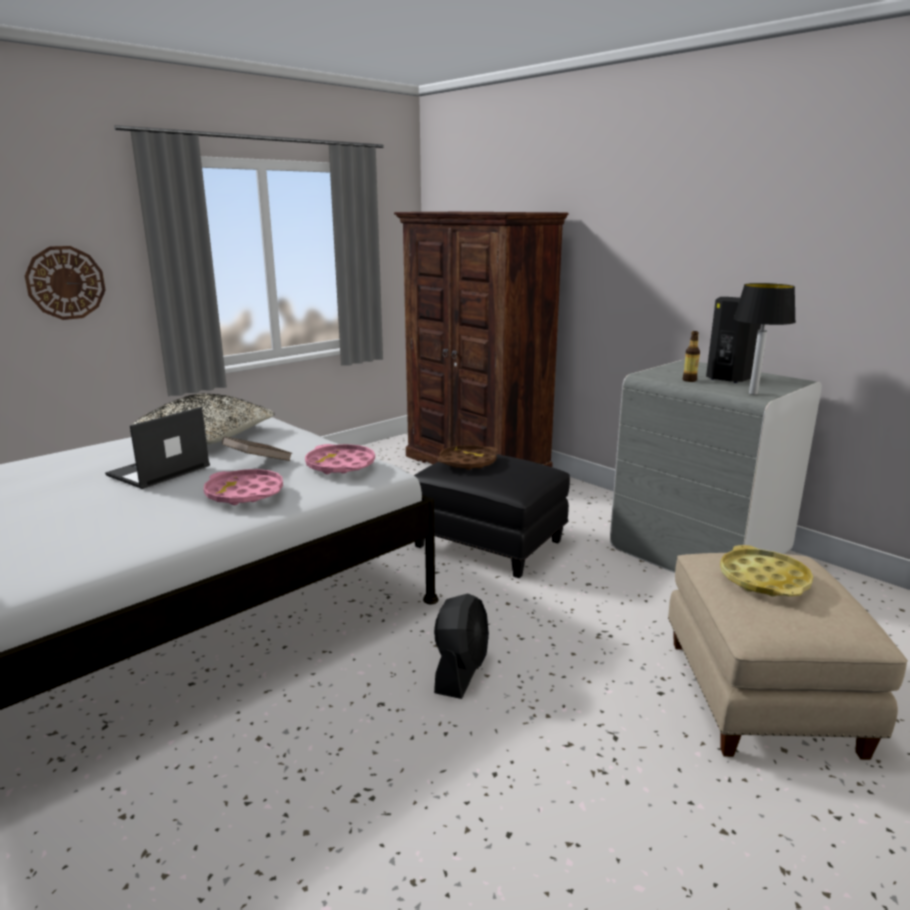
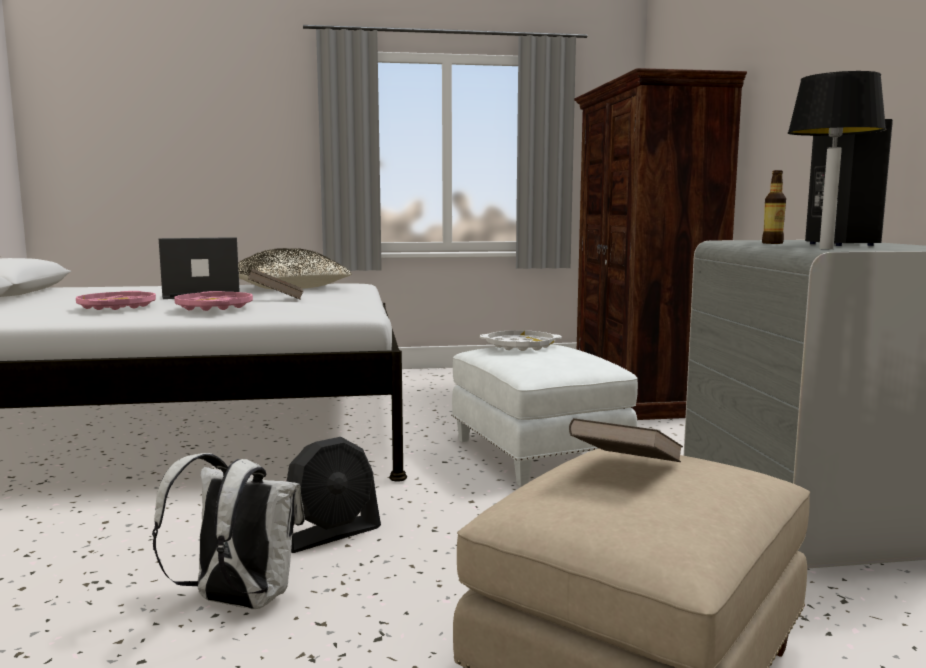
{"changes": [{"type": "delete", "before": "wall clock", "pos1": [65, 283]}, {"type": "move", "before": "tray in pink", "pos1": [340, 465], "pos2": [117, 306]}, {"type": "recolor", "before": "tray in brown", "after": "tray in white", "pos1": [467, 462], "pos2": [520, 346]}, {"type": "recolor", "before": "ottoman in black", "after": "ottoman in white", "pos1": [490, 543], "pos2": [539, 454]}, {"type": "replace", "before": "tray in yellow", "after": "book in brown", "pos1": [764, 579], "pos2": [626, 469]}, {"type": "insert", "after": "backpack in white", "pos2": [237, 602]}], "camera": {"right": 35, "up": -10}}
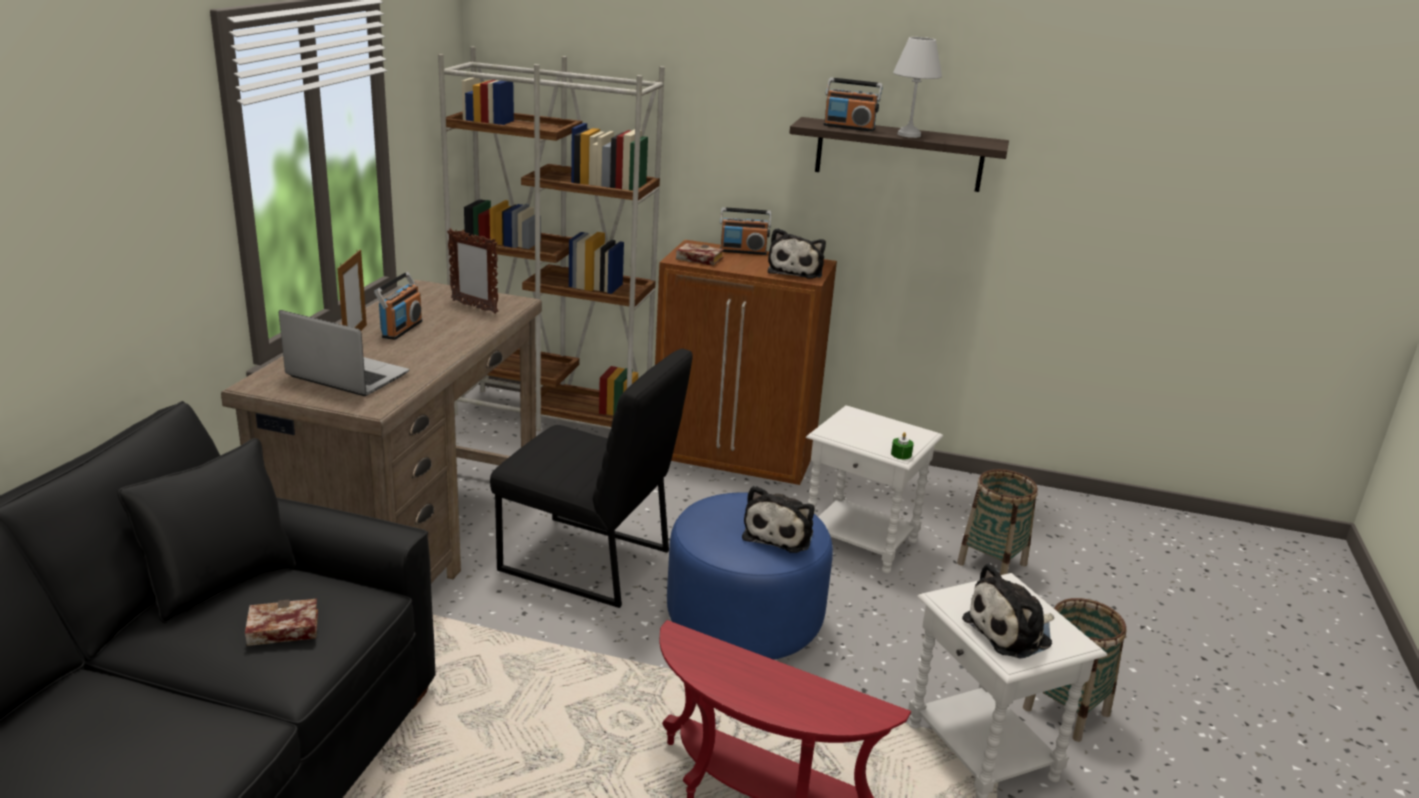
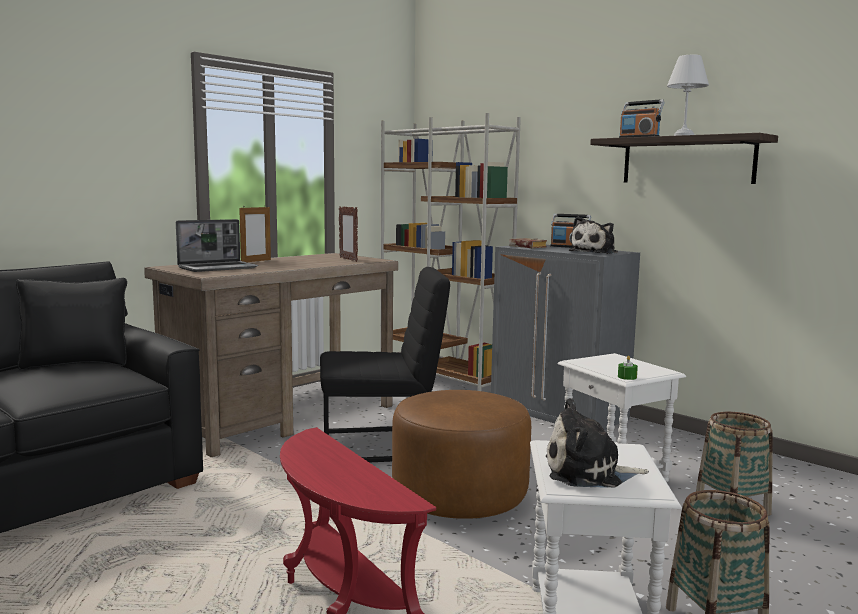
{"changes": [{"type": "recolor", "before": "cabinet in brown", "after": "cabinet in grey", "pos1": [735, 453], "pos2": [558, 412]}, {"type": "delete", "before": "radio", "pos1": [401, 329]}, {"type": "rotate", "before": "laptop", "pos1": [345, 376], "pos2": [218, 268], "turn": 90}, {"type": "rotate", "before": "chair in black", "pos1": [589, 562], "pos2": [381, 445], "turn": -60}, {"type": "delete", "before": "plush toy", "pos1": [780, 534]}, {"type": "recolor", "before": "ottoman in blue", "after": "ottoman in brown", "pos1": [744, 620], "pos2": [460, 495]}, {"type": "delete", "before": "book", "pos1": [280, 630]}], "camera": {"right": 30, "up": -15}}
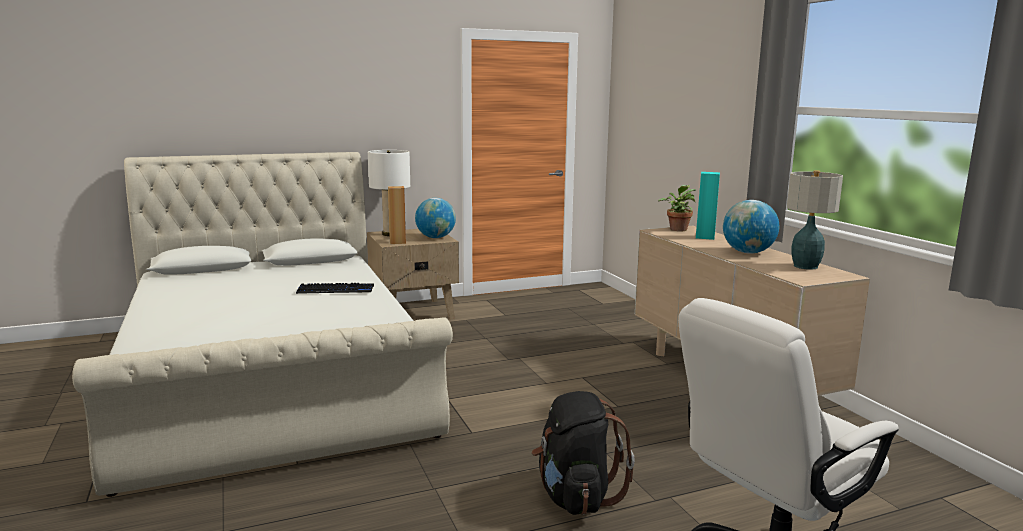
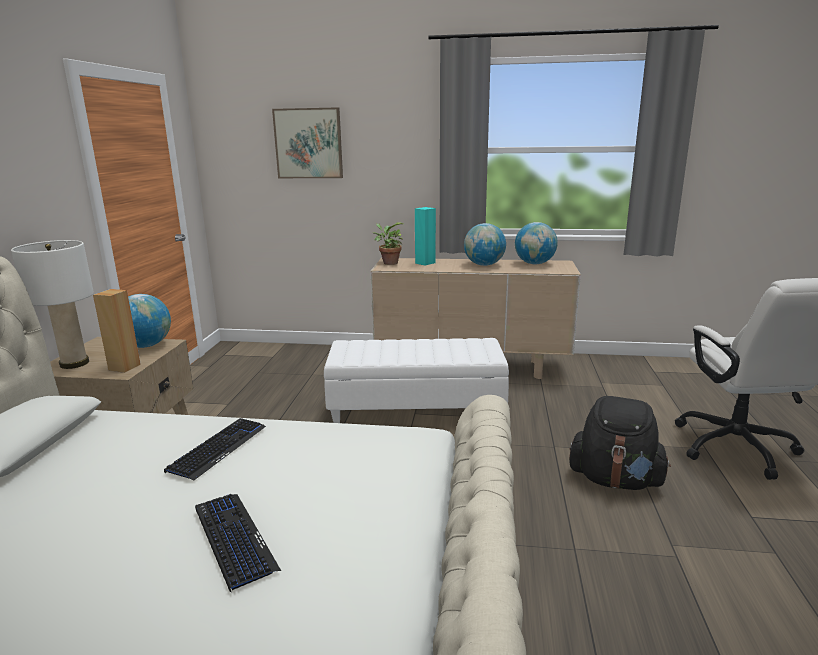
{"changes": [{"type": "replace", "before": "table lamp", "after": "globe", "pos1": [805, 266], "pos2": [534, 263]}, {"type": "insert", "after": "picture", "pos2": [308, 143]}, {"type": "insert", "after": "ottoman in white", "pos2": [416, 414]}, {"type": "insert", "after": "keyboard", "pos2": [234, 539]}], "camera": {"right": -60, "up": 5}}
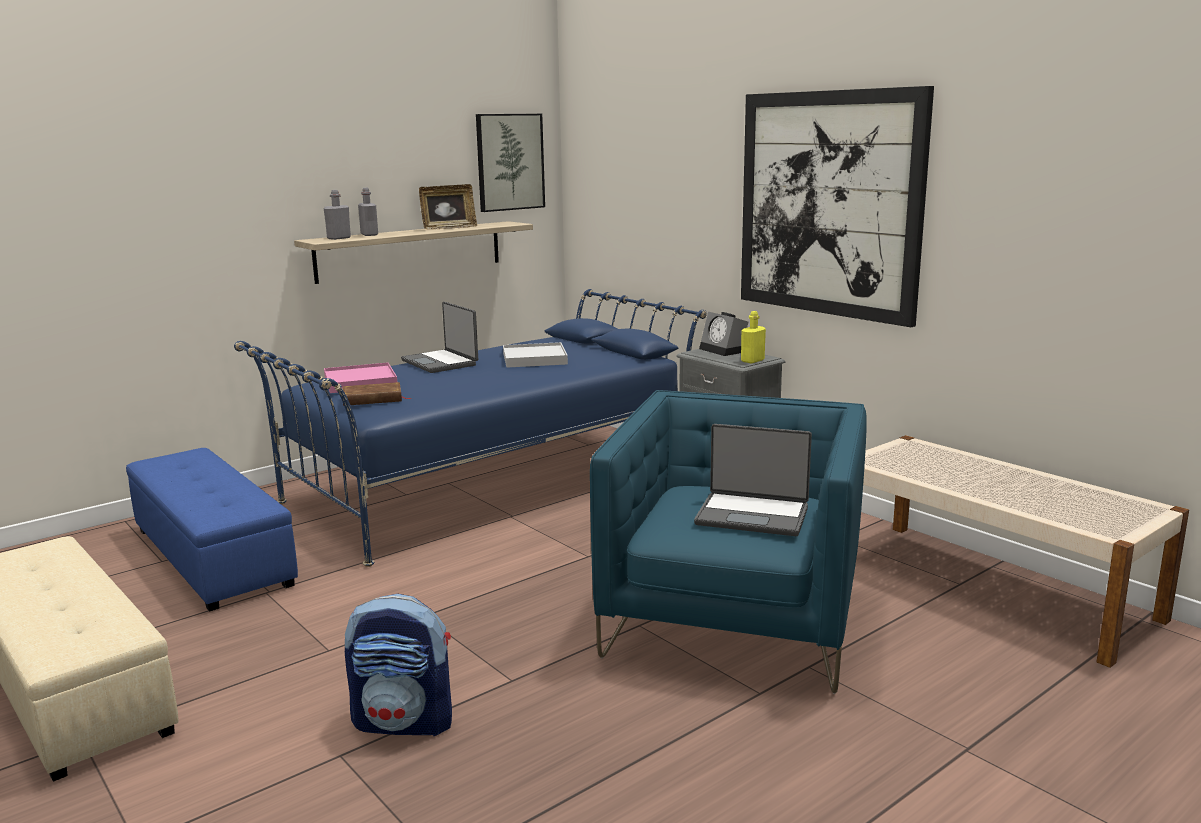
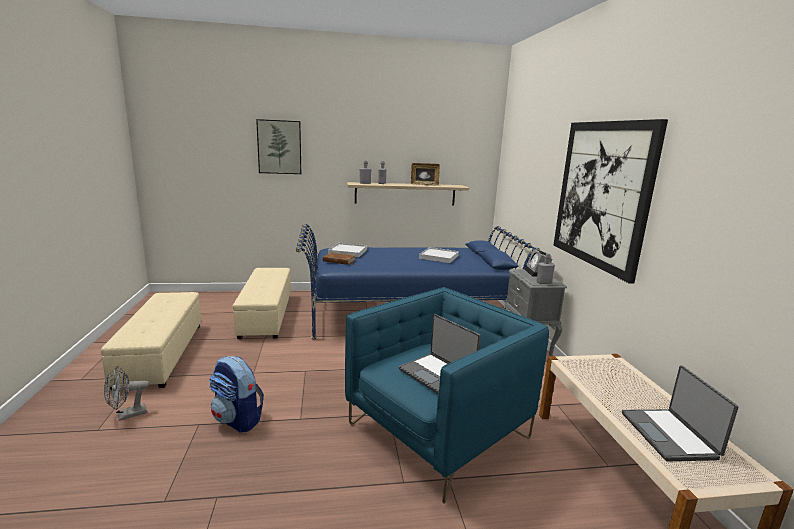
{"changes": [{"type": "move", "before": "picture", "pos1": [509, 162], "pos2": [279, 147]}, {"type": "move", "before": "laptop", "pos1": [441, 362], "pos2": [669, 435]}, {"type": "recolor", "before": "bottle in yellow", "after": "bottle in grey", "pos1": [752, 360], "pos2": [544, 282]}, {"type": "recolor", "before": "tray in pink", "after": "tray in white", "pos1": [360, 382], "pos2": [348, 252]}, {"type": "recolor", "before": "ottoman in blue", "after": "ottoman in beige", "pos1": [211, 557], "pos2": [265, 315]}, {"type": "insert", "after": "fan in grey", "pos2": [127, 415]}], "camera": {"right": 30, "up": 0}}
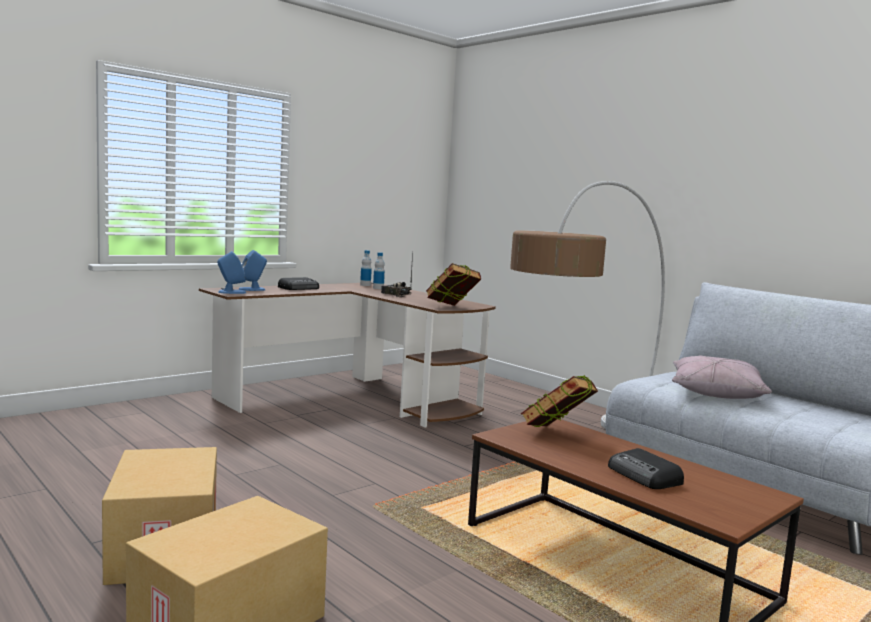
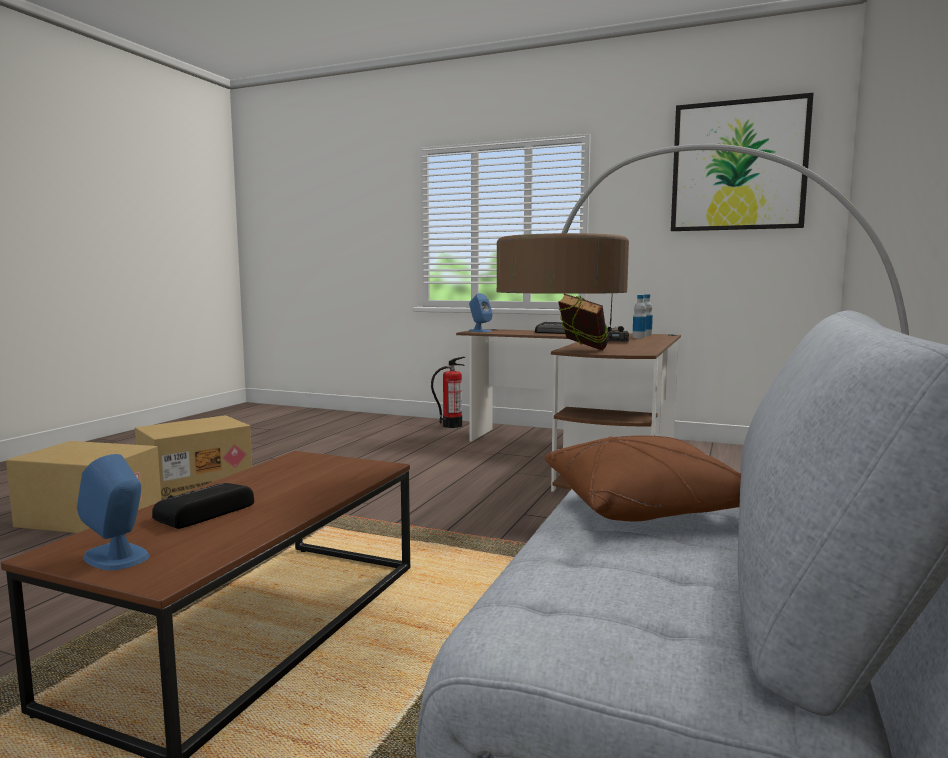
{"changes": [{"type": "move", "before": "speaker in blue", "pos1": [252, 289], "pos2": [116, 557]}, {"type": "recolor", "before": "pillow in purple", "after": "pillow in brown", "pos1": [715, 392], "pos2": [646, 507]}, {"type": "delete", "before": "book", "pos1": [556, 434]}, {"type": "insert", "after": "picture", "pos2": [738, 166]}, {"type": "insert", "after": "fire extinguisher", "pos2": [452, 425]}], "camera": {"right": 65, "up": 0}}
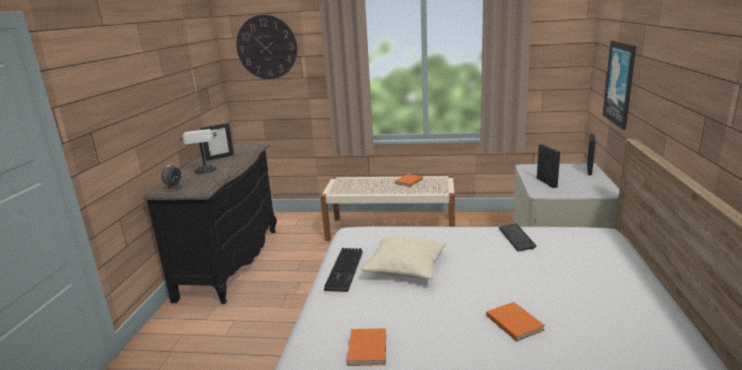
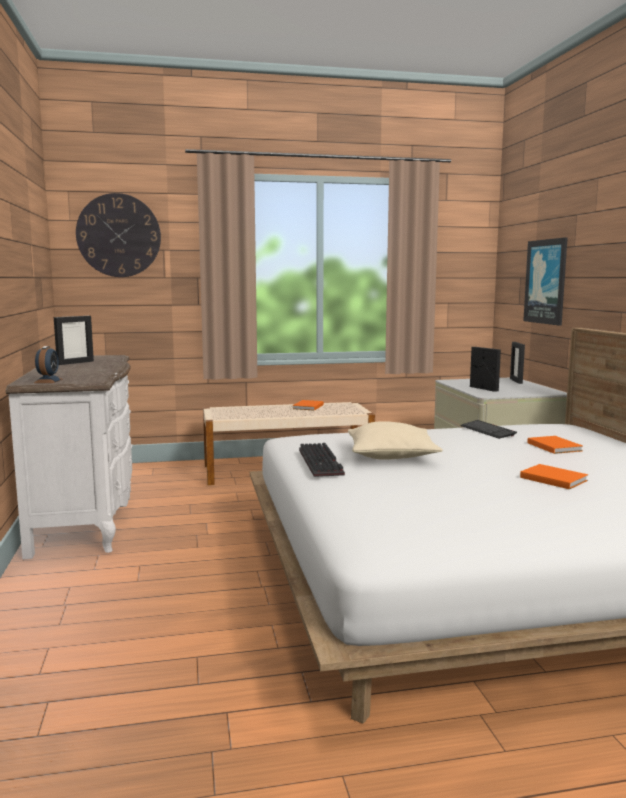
{"changes": [{"type": "delete", "before": "table lamp", "pos1": [206, 171]}, {"type": "recolor", "before": "dresser in black", "after": "dresser in white", "pos1": [233, 262], "pos2": [89, 513]}, {"type": "move", "before": "book in orange", "pos1": [368, 347], "pos2": [554, 446]}], "camera": {"right": -20, "up": -10}}
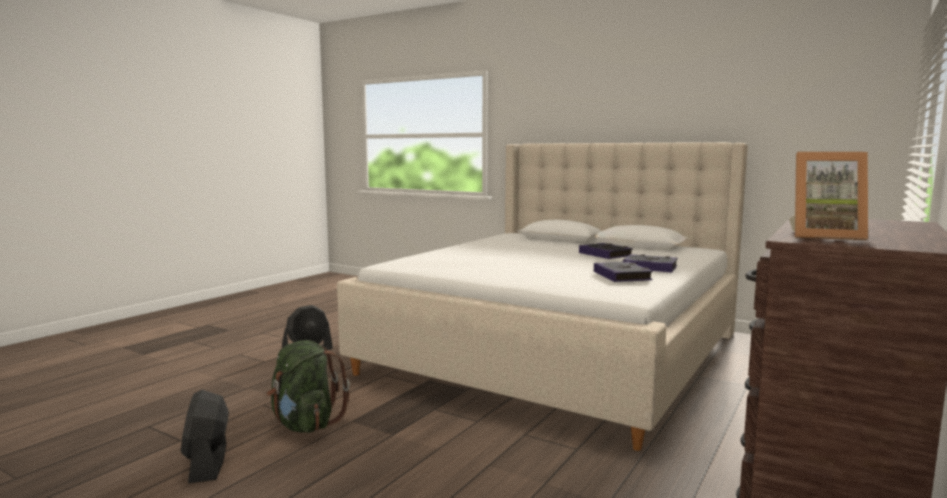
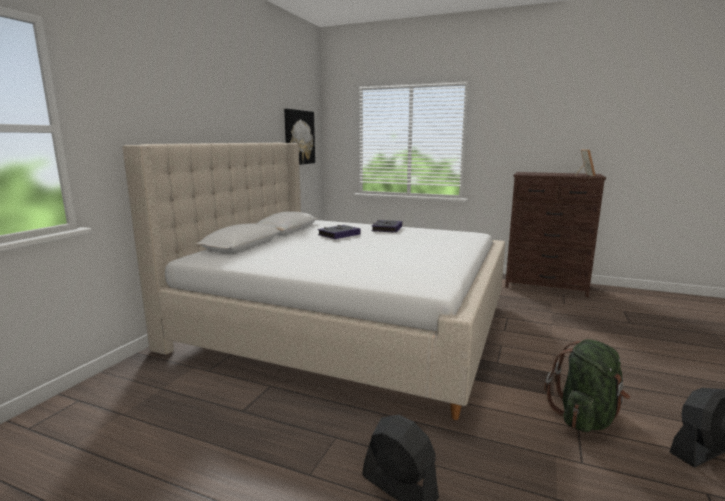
{"changes": [{"type": "delete", "before": "book", "pos1": [622, 276]}, {"type": "insert", "after": "picture", "pos2": [299, 137]}], "camera": {"right": -100, "up": 5}}
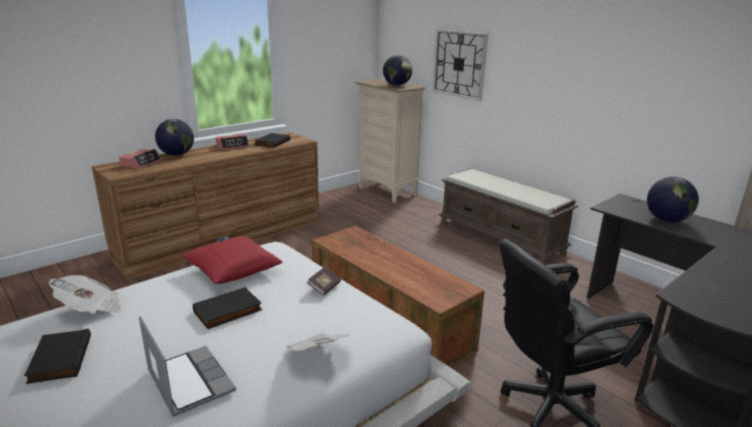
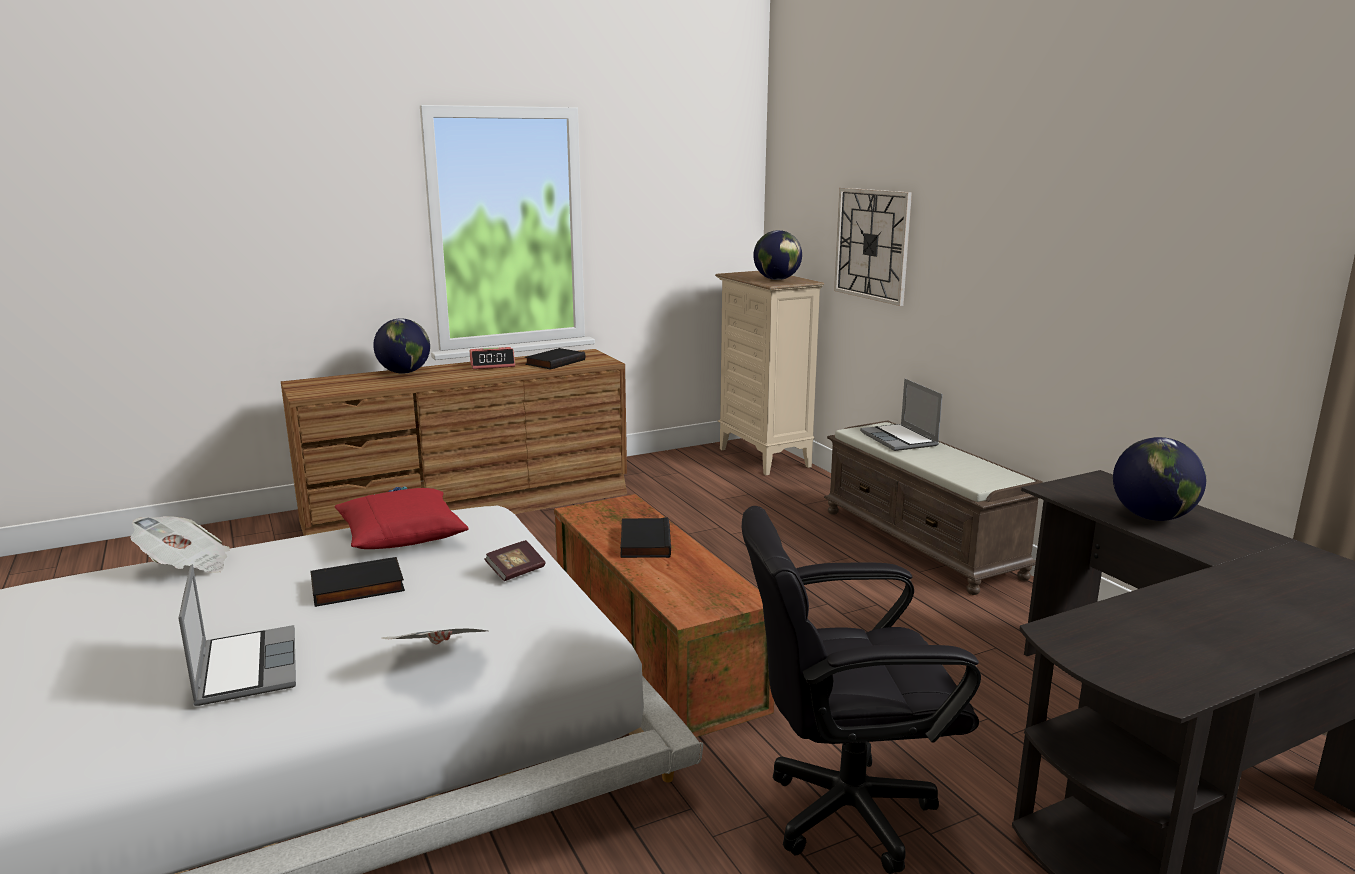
{"changes": [{"type": "delete", "before": "alarm clock", "pos1": [141, 163]}, {"type": "move", "before": "book in black", "pos1": [59, 359], "pos2": [643, 542]}, {"type": "insert", "after": "laptop", "pos2": [900, 439]}], "camera": {"right": 15, "up": -5}}
